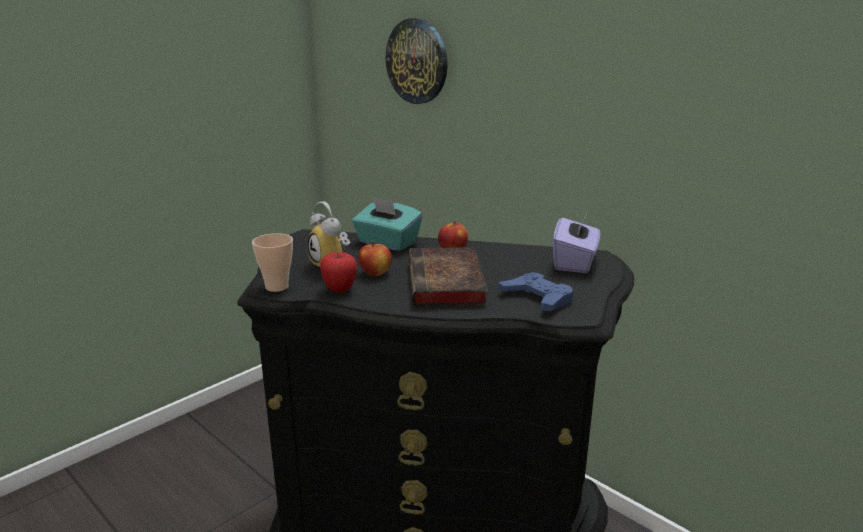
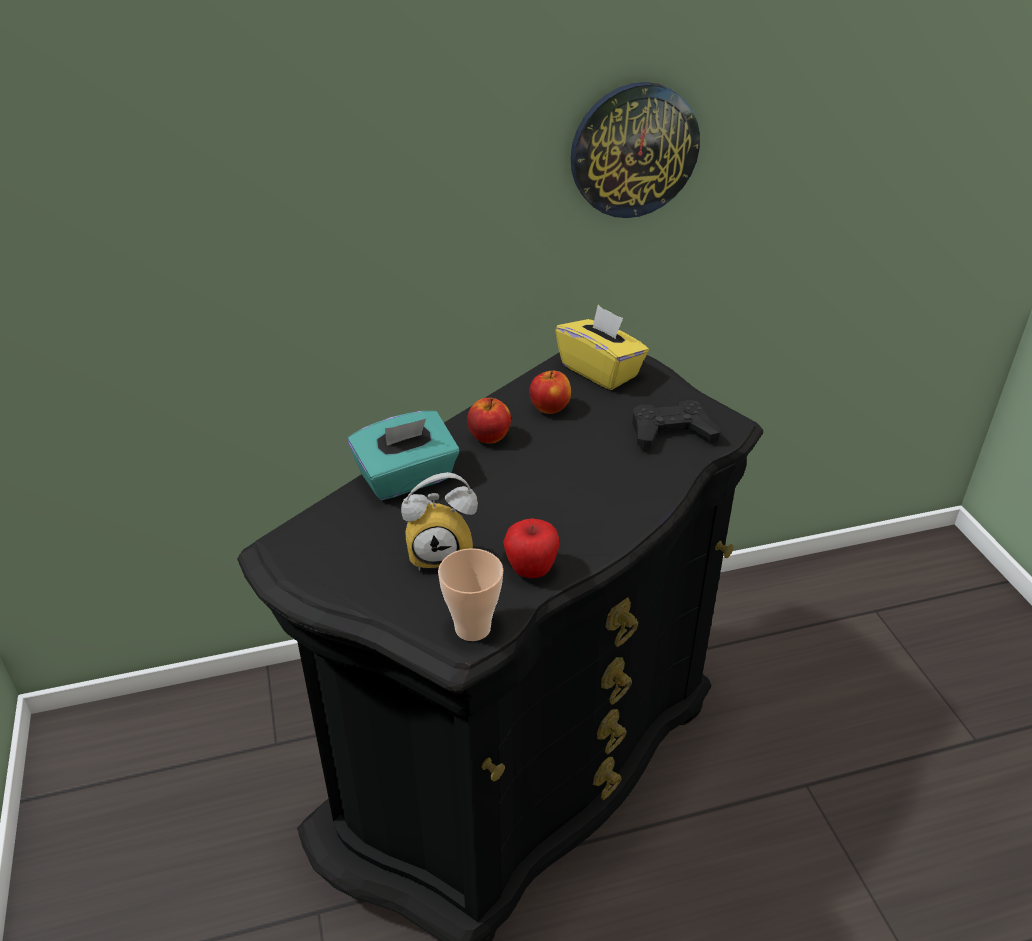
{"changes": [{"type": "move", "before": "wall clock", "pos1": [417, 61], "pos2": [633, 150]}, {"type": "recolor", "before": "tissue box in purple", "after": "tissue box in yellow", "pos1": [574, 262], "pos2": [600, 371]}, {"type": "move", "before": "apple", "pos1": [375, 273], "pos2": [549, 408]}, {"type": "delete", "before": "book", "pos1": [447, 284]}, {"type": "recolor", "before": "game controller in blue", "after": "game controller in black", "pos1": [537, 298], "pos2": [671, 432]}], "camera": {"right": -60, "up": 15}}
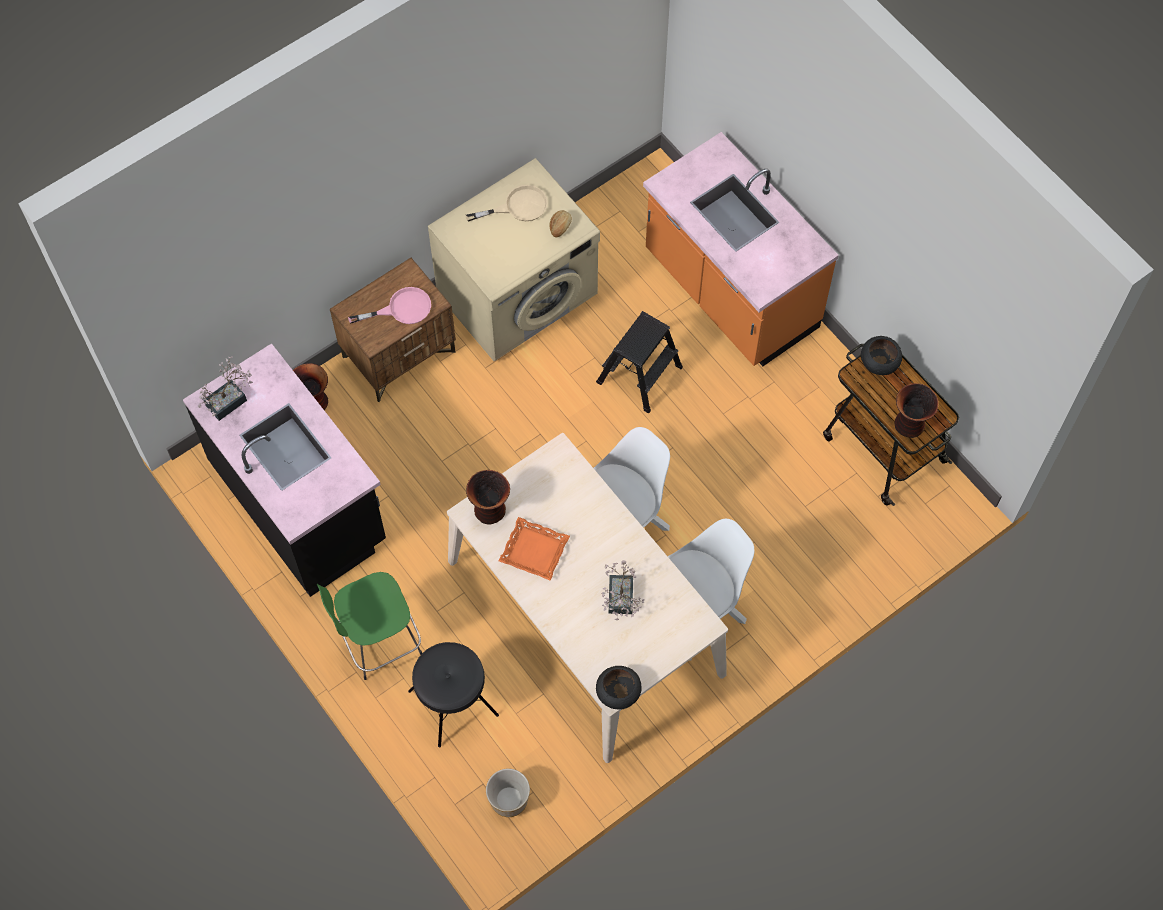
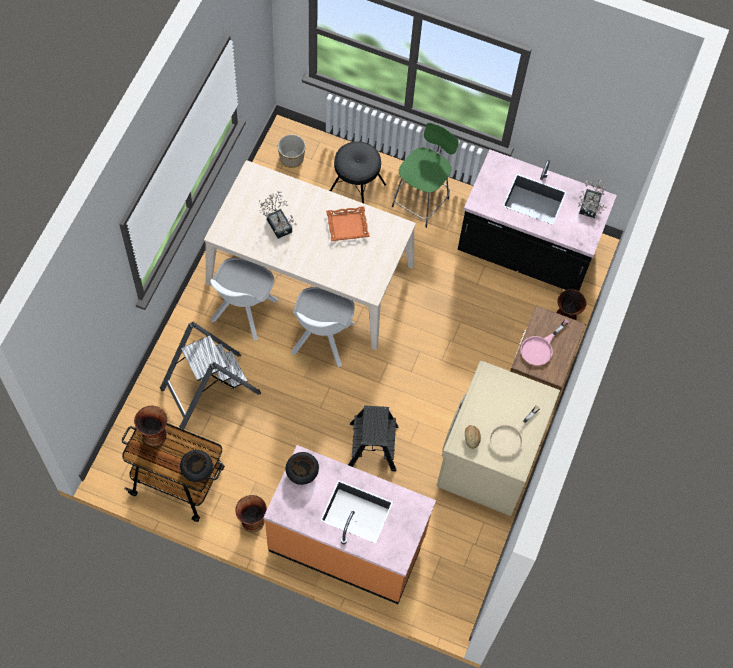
{"changes": [{"type": "move", "before": "vase", "pos1": [490, 511], "pos2": [252, 521]}, {"type": "move", "before": "bowl in black", "pos1": [618, 692], "pos2": [302, 472]}, {"type": "insert", "after": "step ladder in grey", "pos2": [209, 390]}], "camera": {"right": 145, "up": 0}}
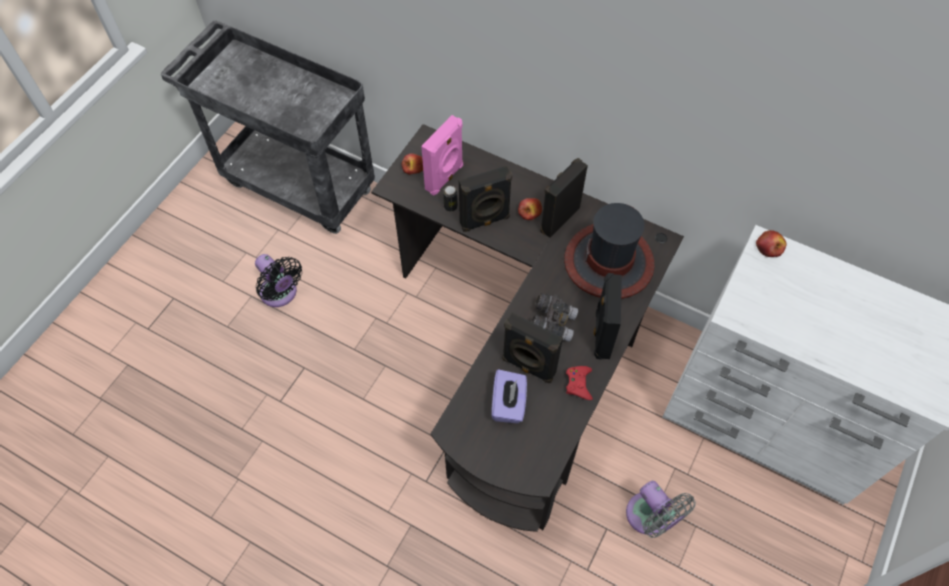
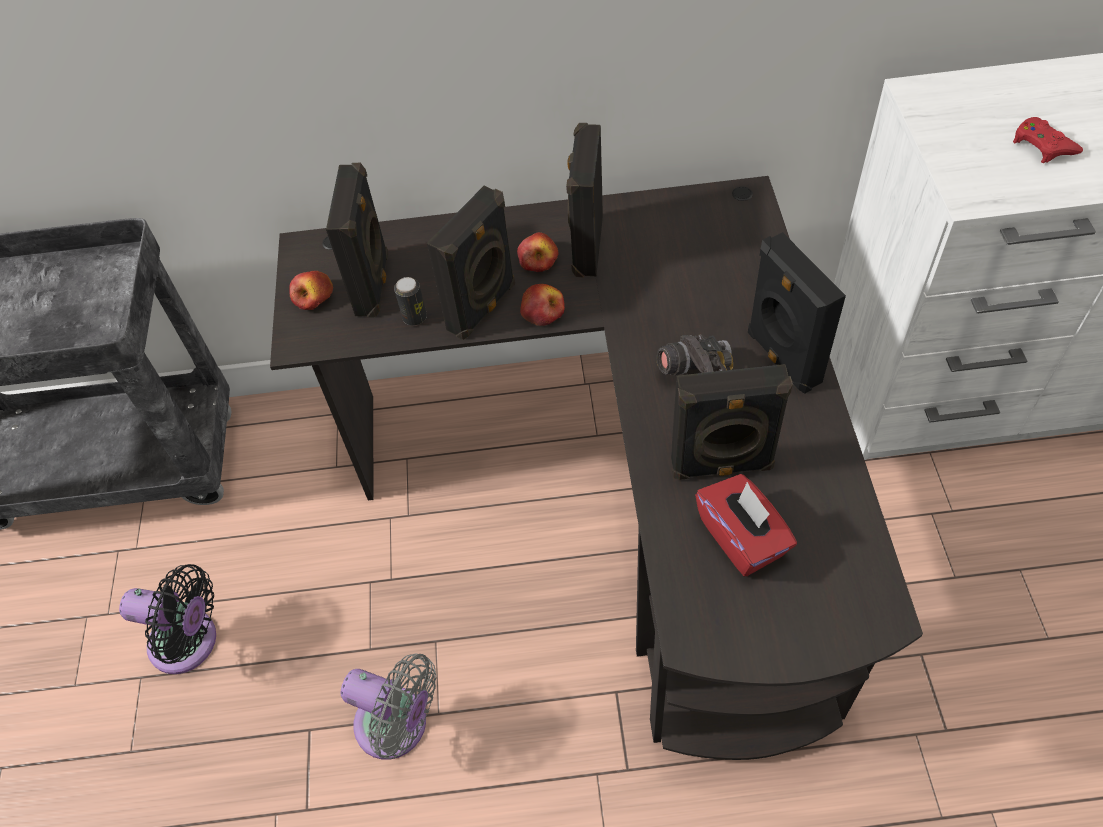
{"changes": [{"type": "recolor", "before": "speaker in pink", "after": "speaker in black", "pos1": [445, 178], "pos2": [374, 284]}, {"type": "delete", "before": "hat", "pos1": [609, 262]}, {"type": "move", "before": "apple", "pos1": [769, 247], "pos2": [543, 311]}, {"type": "move", "before": "game controller in red", "pos1": [578, 384], "pos2": [1043, 145]}, {"type": "recolor", "before": "tissue box in purple", "after": "tissue box in red", "pos1": [508, 404], "pos2": [742, 538]}, {"type": "move", "before": "fan in grey", "pos1": [650, 518], "pos2": [398, 726]}], "camera": {"right": -30, "up": -5}}
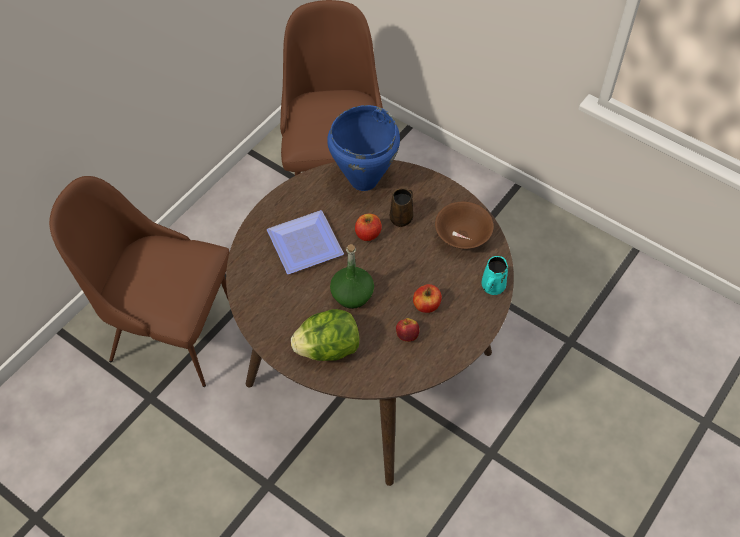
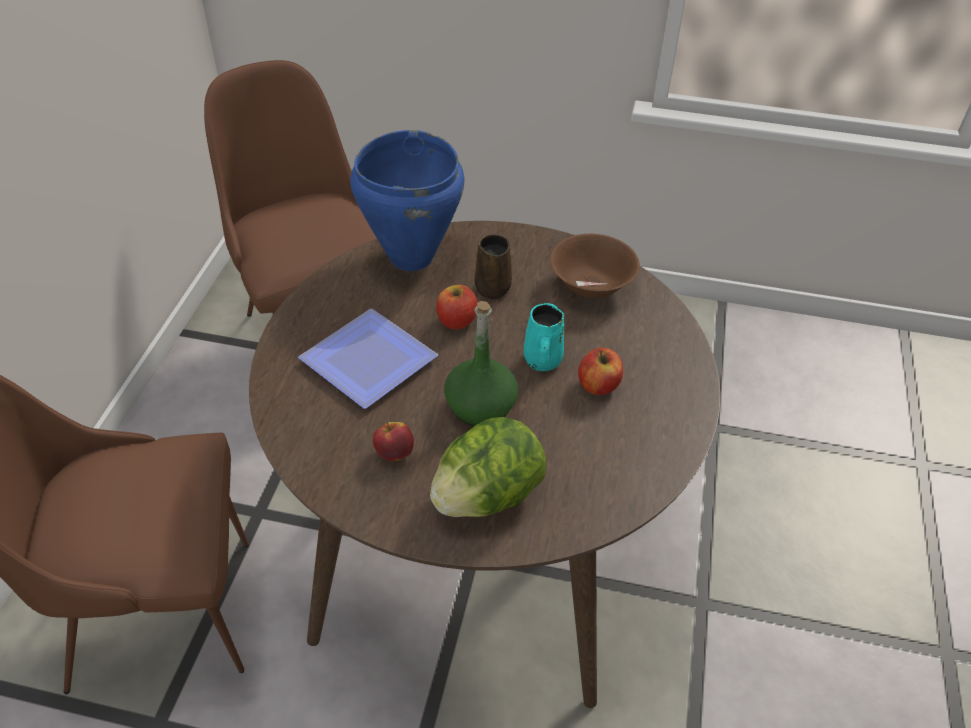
{"changes": [{"type": "move", "before": "mug in turquoise", "pos1": [492, 287], "pos2": [542, 361]}, {"type": "move", "before": "apple", "pos1": [407, 335], "pos2": [394, 453]}], "camera": {"right": -25, "up": -10}}
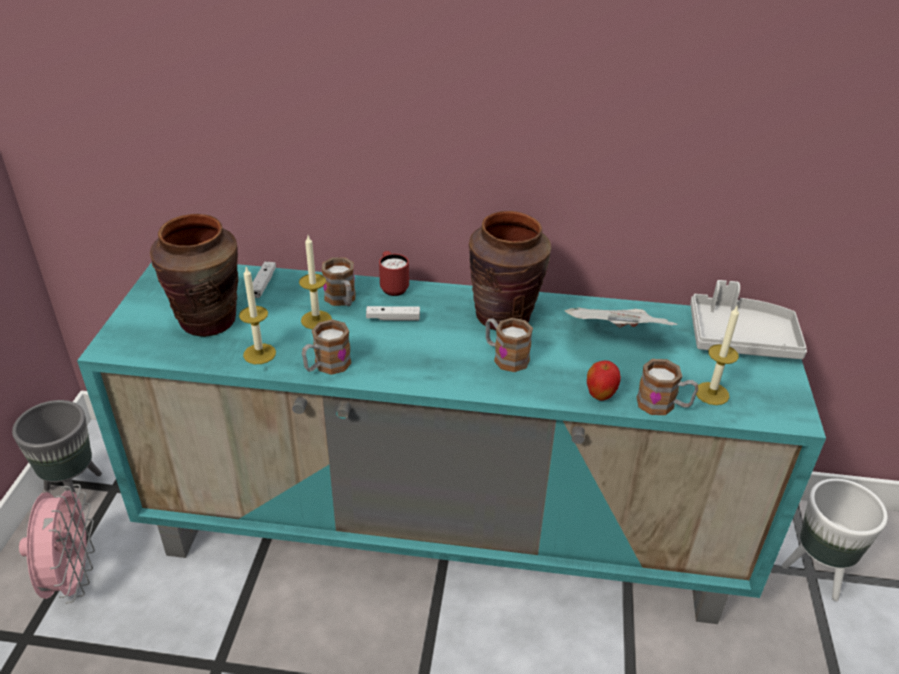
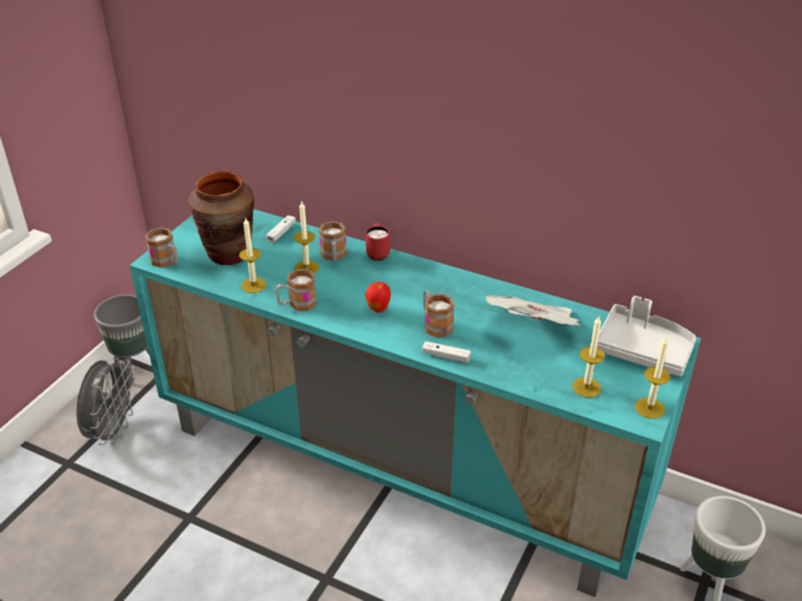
{"changes": [{"type": "delete", "before": "vase in brown", "pos1": [504, 316]}, {"type": "move", "before": "game controller in white", "pos1": [393, 318], "pos2": [446, 356]}, {"type": "move", "before": "mug", "pos1": [663, 405], "pos2": [167, 262]}, {"type": "move", "before": "apple", "pos1": [600, 396], "pos2": [378, 309]}, {"type": "recolor", "before": "fan in pink", "after": "fan in grey", "pos1": [72, 578], "pos2": [112, 431]}, {"type": "insert", "after": "candle", "pos2": [649, 408]}], "camera": {"right": 20, "up": 0}}
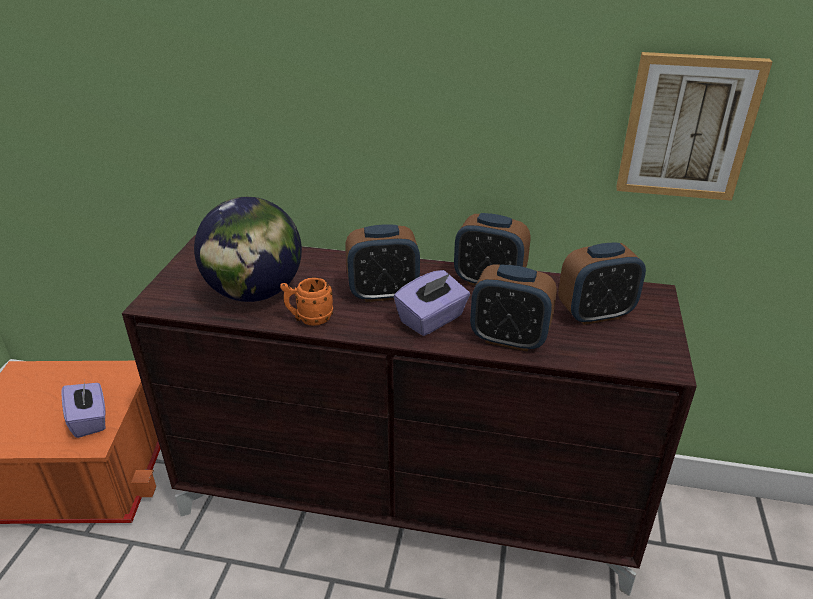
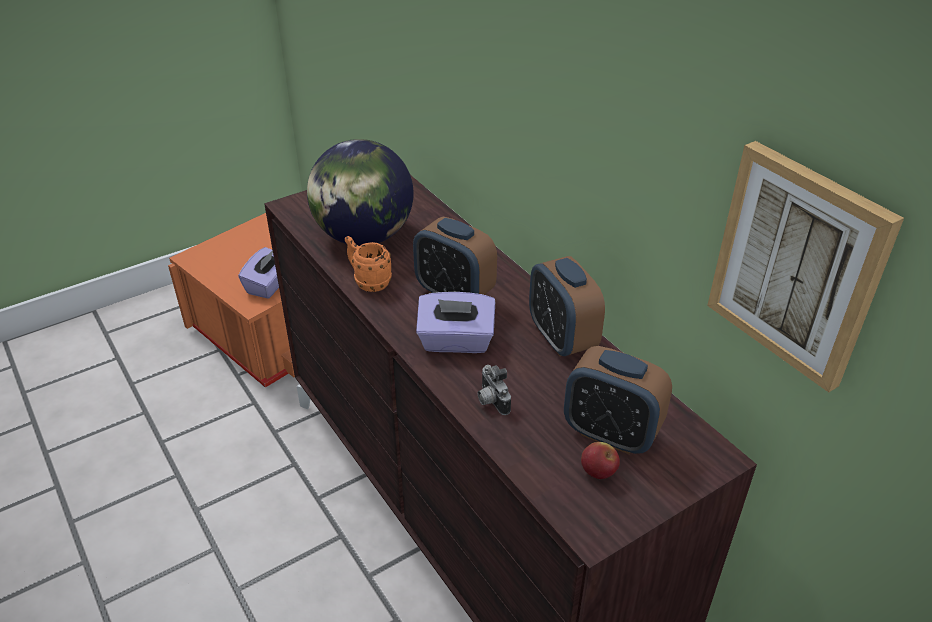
{"changes": [{"type": "replace", "before": "alarm clock", "after": "photo camera", "pos1": [509, 339], "pos2": [491, 401]}, {"type": "insert", "after": "apple", "pos2": [598, 472]}], "camera": {"right": 45, "up": 5}}
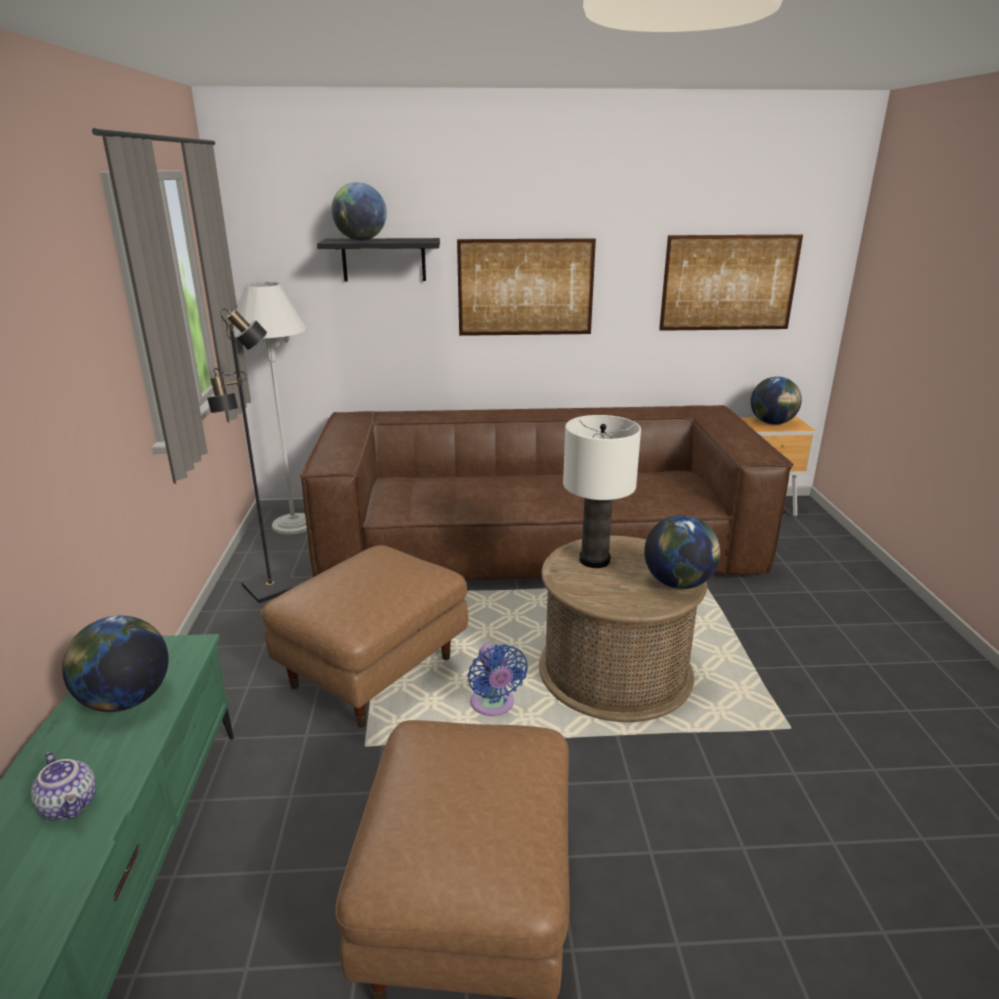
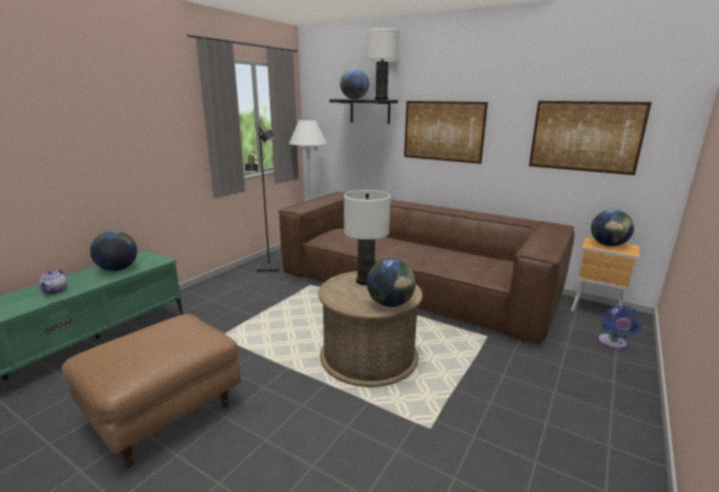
{"changes": [{"type": "delete", "before": "ottoman in brown", "pos1": [374, 671]}, {"type": "move", "before": "fan in blue", "pos1": [493, 705], "pos2": [612, 343]}, {"type": "insert", "after": "table lamp in white", "pos2": [381, 99]}], "camera": {"right": 35, "up": -5}}
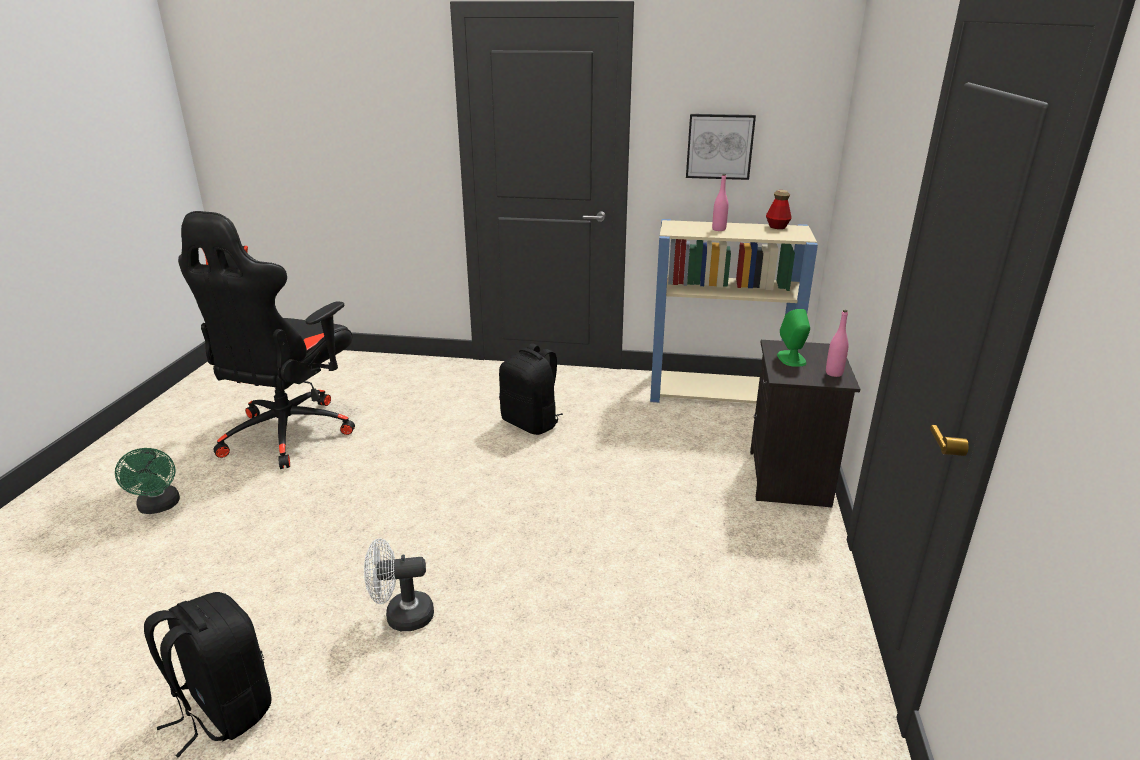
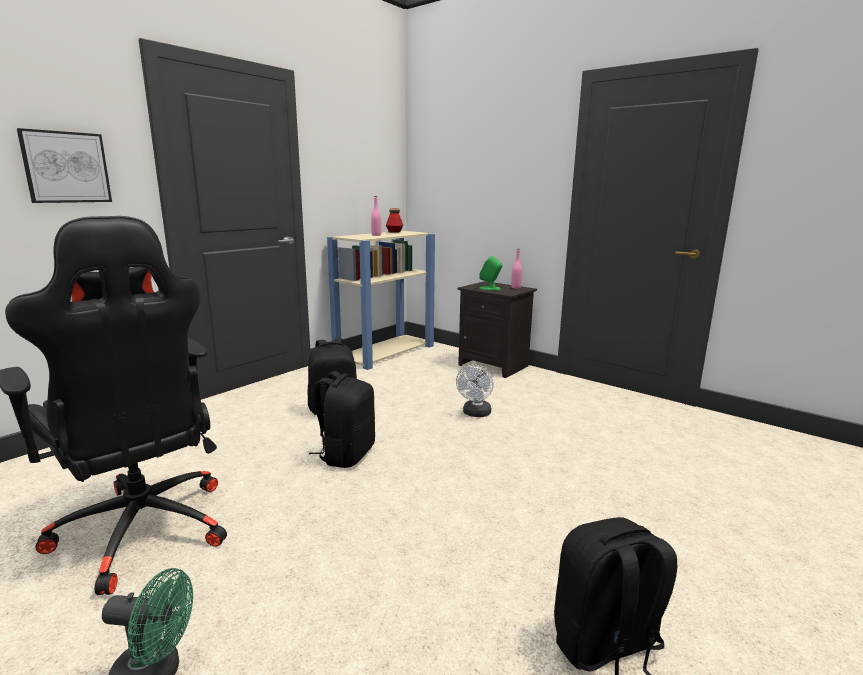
{"changes": [{"type": "move", "before": "picture", "pos1": [719, 146], "pos2": [66, 167]}, {"type": "move", "before": "fan in white", "pos1": [401, 616], "pos2": [475, 414]}, {"type": "insert", "after": "backpack in black", "pos2": [346, 454]}], "camera": {"right": -60, "up": -10}}
